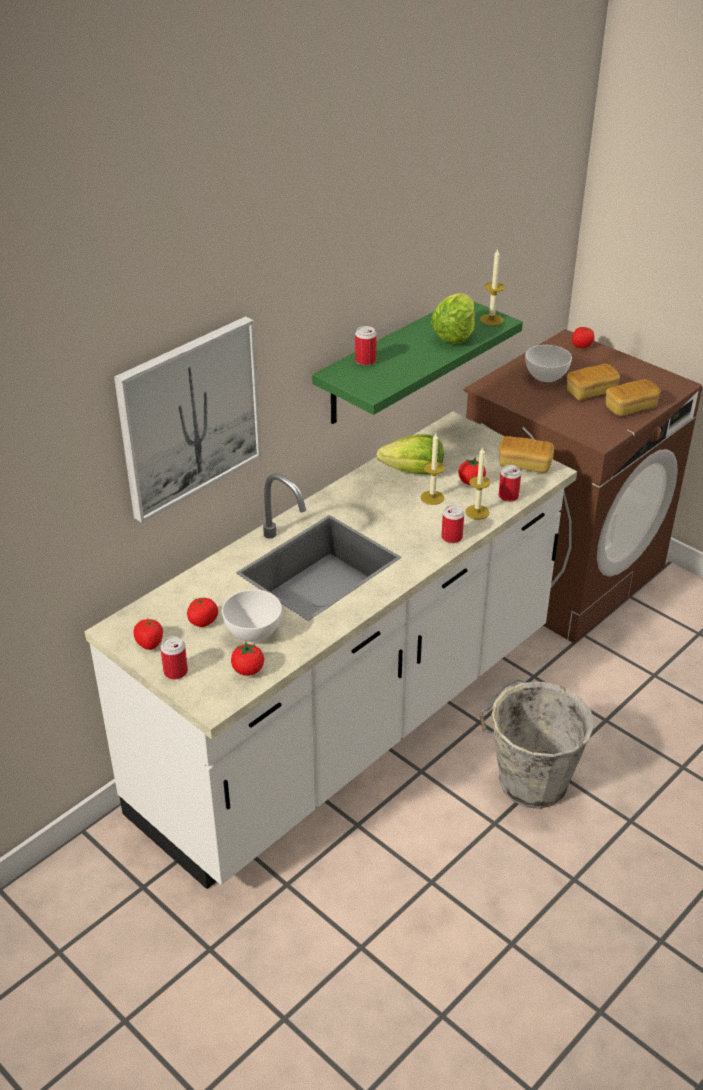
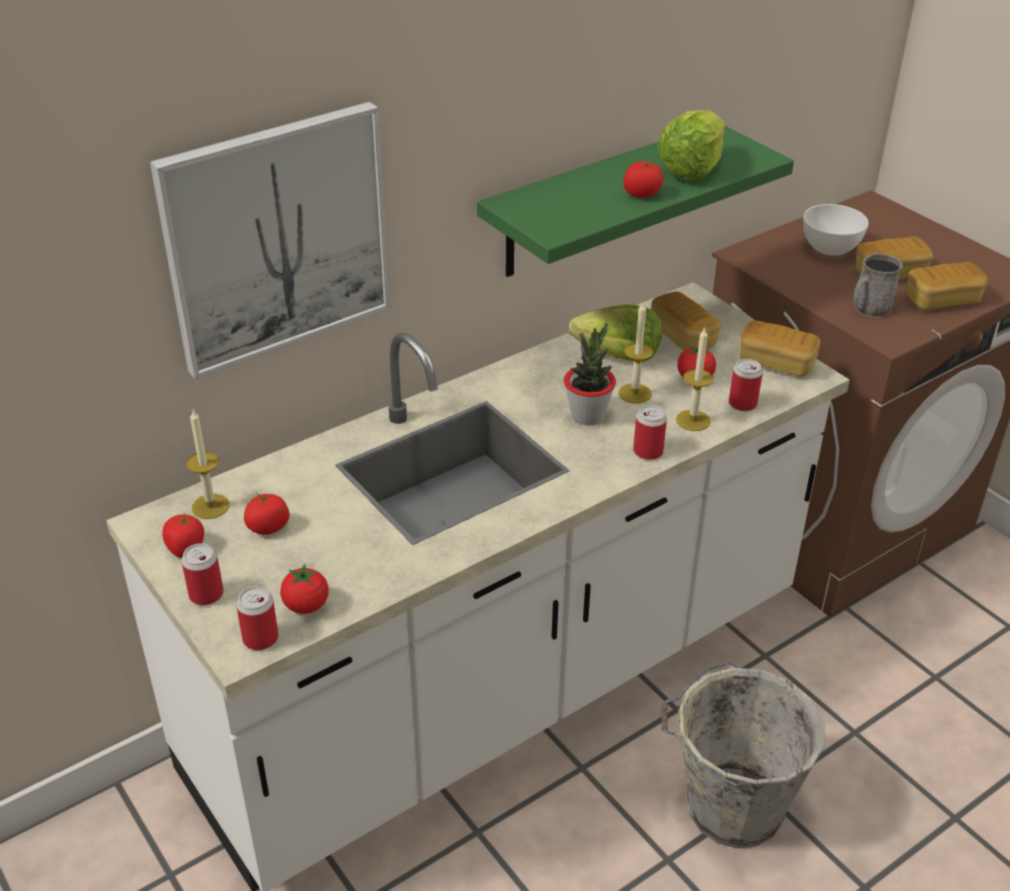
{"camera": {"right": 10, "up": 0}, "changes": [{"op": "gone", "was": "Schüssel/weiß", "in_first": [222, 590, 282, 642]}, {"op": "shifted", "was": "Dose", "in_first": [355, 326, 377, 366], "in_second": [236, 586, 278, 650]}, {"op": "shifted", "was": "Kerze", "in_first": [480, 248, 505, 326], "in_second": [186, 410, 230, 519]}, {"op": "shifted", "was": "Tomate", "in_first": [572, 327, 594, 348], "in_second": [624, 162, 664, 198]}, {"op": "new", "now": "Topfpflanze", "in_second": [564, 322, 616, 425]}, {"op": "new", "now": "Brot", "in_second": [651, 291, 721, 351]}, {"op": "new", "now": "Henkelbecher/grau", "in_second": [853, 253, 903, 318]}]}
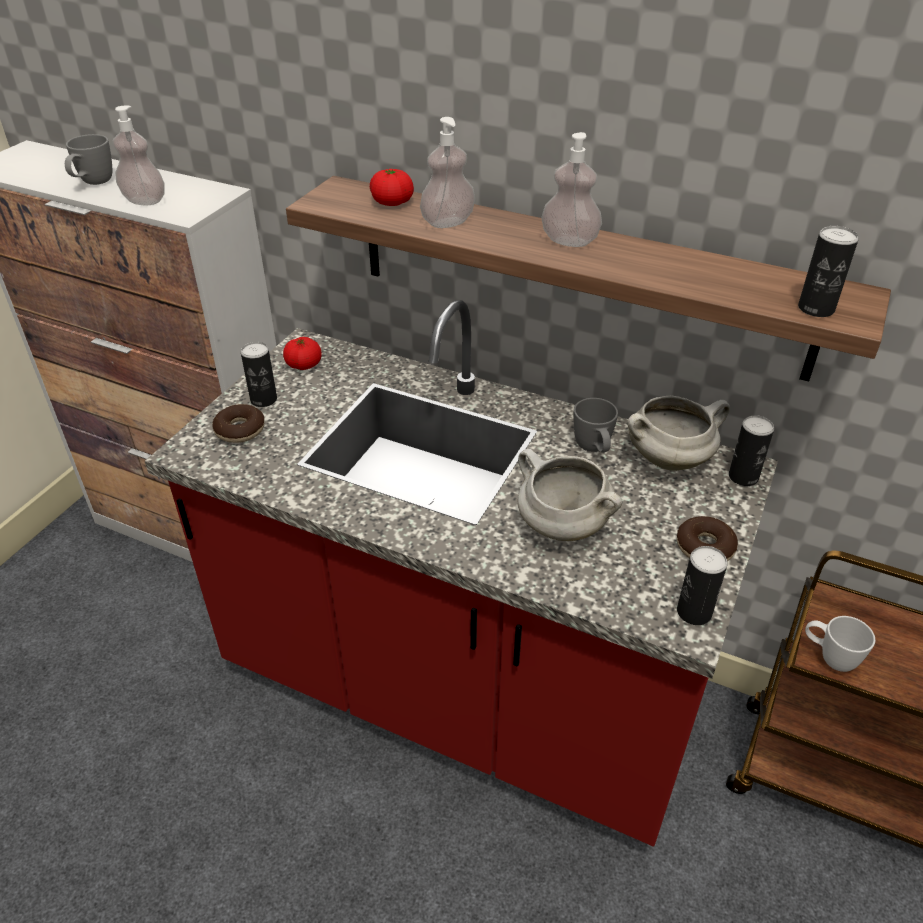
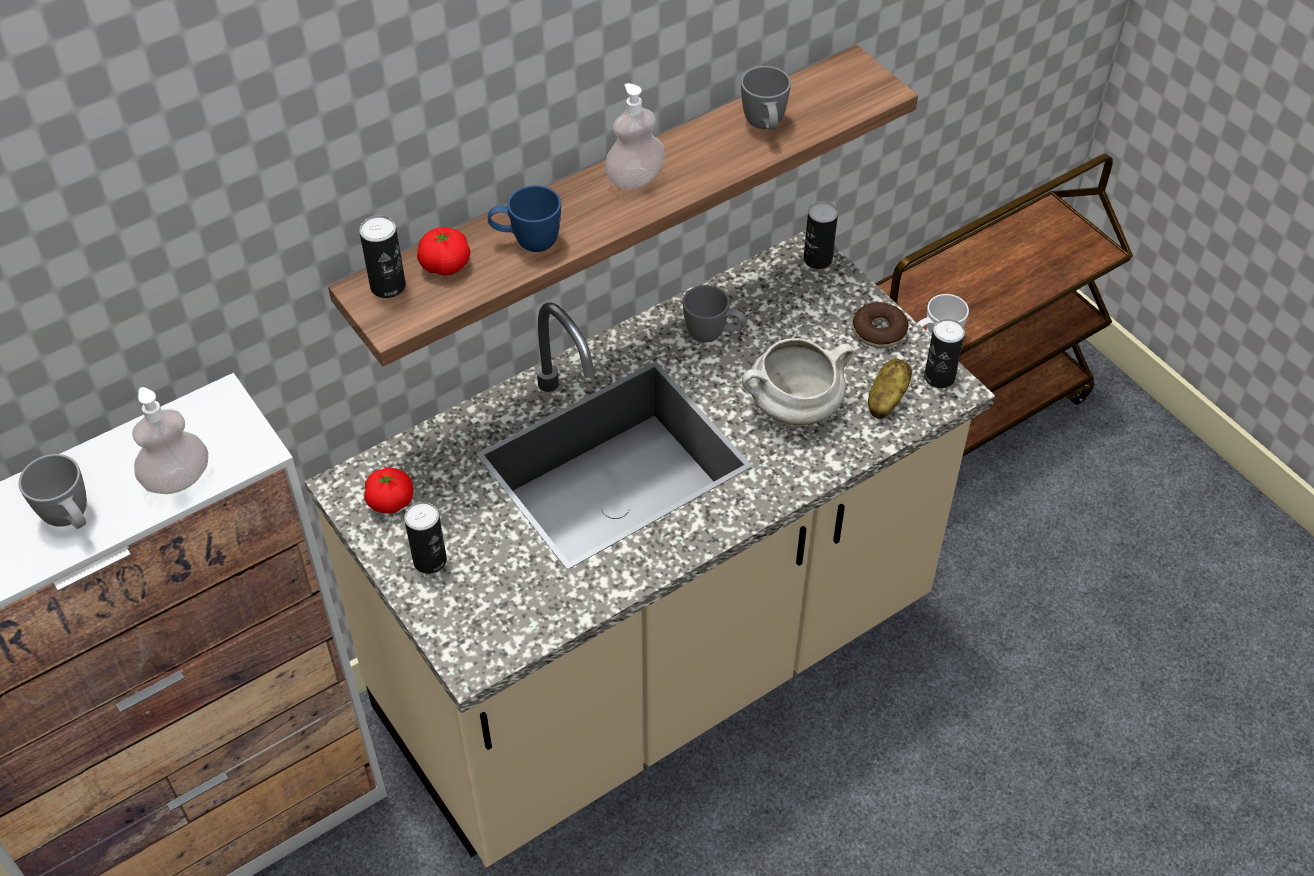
{"camera": {"right": -60, "up": 10}, "changes": [{"op": "repainted", "was": "Küchenzeile/rot", "now": "Küchenzeile/beige", "in_first": [145, 300, 778, 847], "in_second": [304, 230, 995, 867]}, {"op": "gone", "was": "Donut", "in_first": [212, 404, 265, 443]}, {"op": "swapped", "was": "Seifenspender", "now": "Henkelbecher/blau", "in_first": [420, 117, 475, 228], "in_second": [488, 185, 561, 252]}, {"op": "gone", "was": "Kochtopf/weiß", "in_first": [627, 396, 730, 471]}, {"op": "shifted", "was": "Dose", "in_first": [798, 226, 859, 317], "in_second": [359, 215, 406, 298]}, {"op": "new", "now": "Henkelbecher/grau", "in_second": [741, 66, 791, 130]}, {"op": "new", "now": "Kartoffel", "in_second": [868, 359, 912, 419]}]}
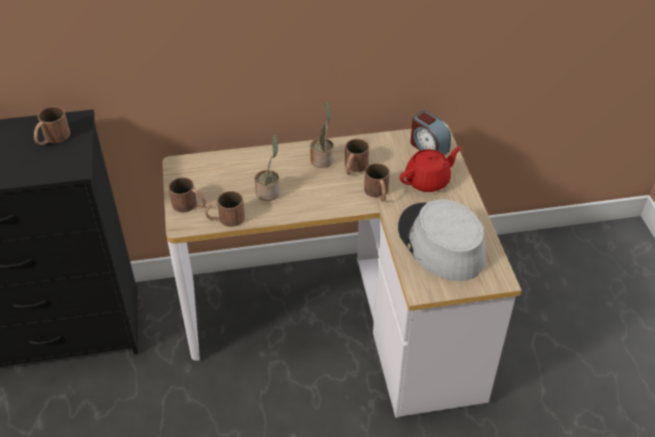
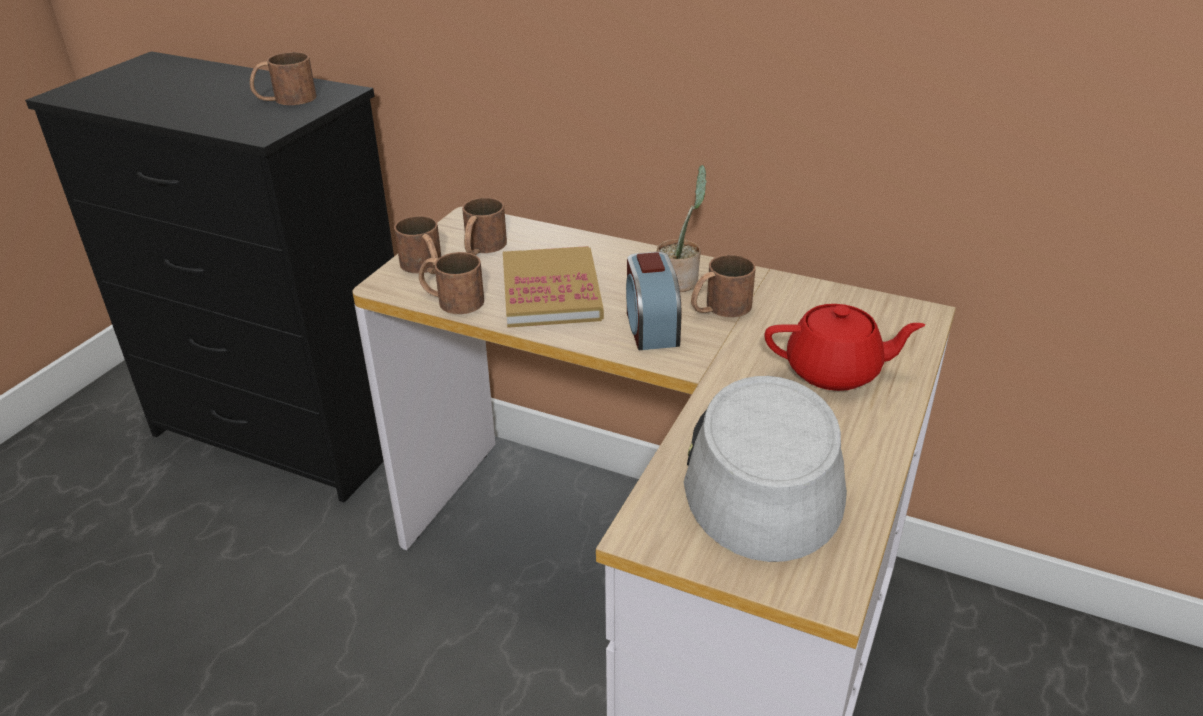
{"camera": {"right": 35, "up": -10}, "changes": [{"op": "swapped", "was": "Topfpflanze", "now": "Buch", "in_first": [255, 134, 279, 201], "in_second": [503, 246, 604, 328]}, {"op": "shifted", "was": "Henkelbecher/braun", "in_first": [364, 163, 390, 201], "in_second": [462, 198, 507, 255]}, {"op": "shifted", "was": "Wecker", "in_first": [410, 111, 451, 155], "in_second": [626, 252, 681, 350]}]}
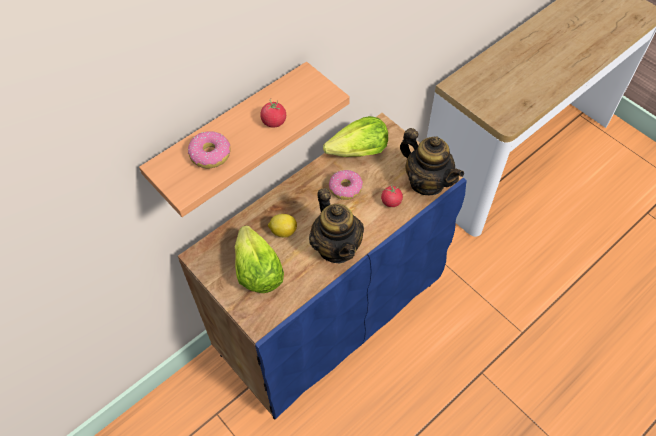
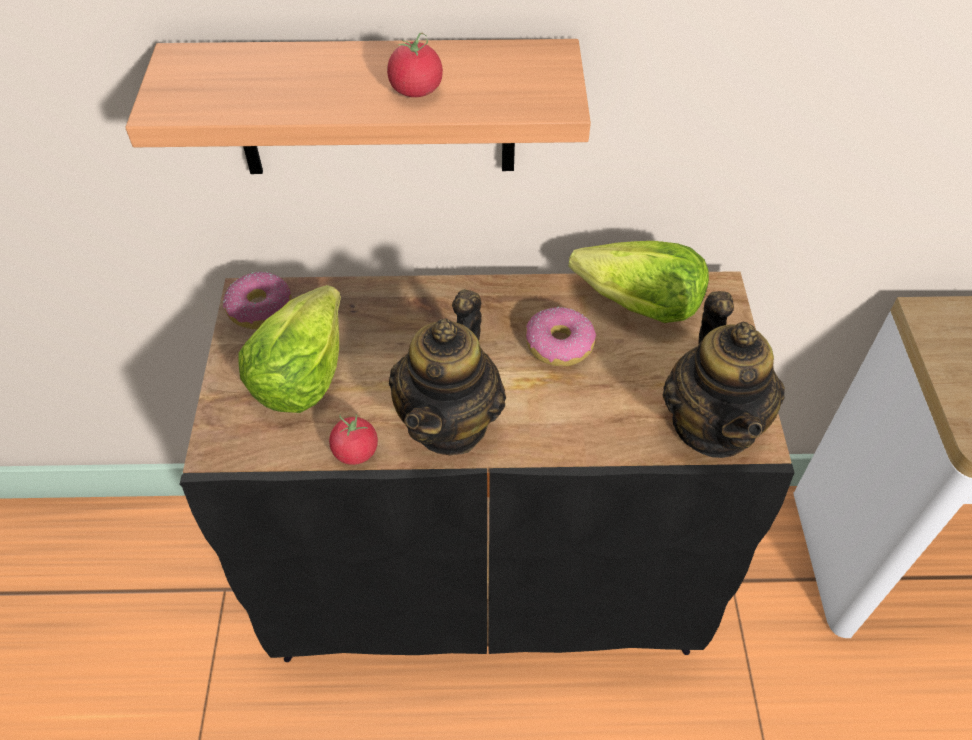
{"camera": {"right": 40, "up": -5}, "changes": [{"op": "repainted", "was": "Schrank/blau", "now": "Schrank/schwarz", "in_first": [178, 113, 467, 420], "in_second": [179, 271, 795, 662]}, {"op": "shifted", "was": "Donut", "in_first": [188, 131, 230, 168], "in_second": [223, 272, 291, 329]}, {"op": "gone", "was": "Zitrone", "in_first": [268, 214, 297, 237]}, {"op": "shifted", "was": "Tomate", "in_first": [381, 185, 403, 207], "in_second": [329, 414, 378, 465]}]}
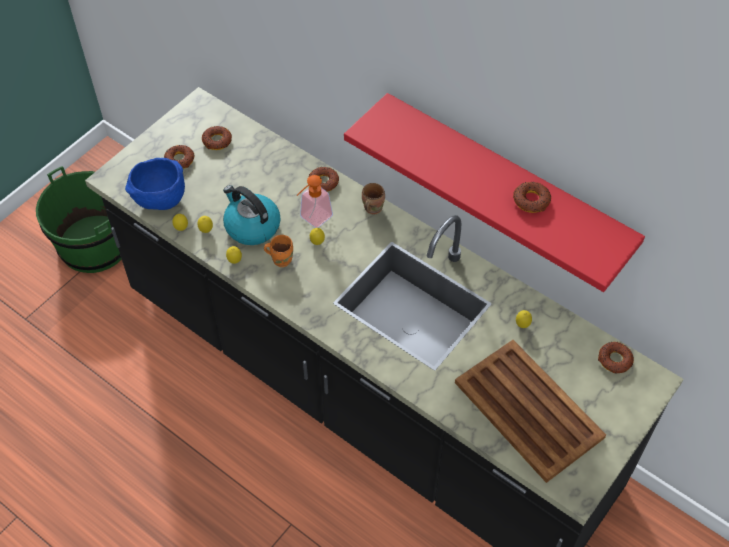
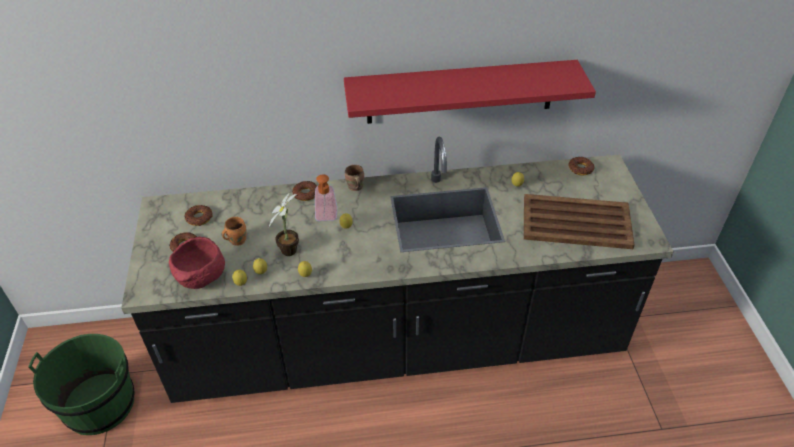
{"camera": {"right": -45, "up": -10}, "changes": [{"op": "repainted", "was": "Schüssel/blau", "now": "Schüssel/rot", "in_first": [125, 158, 185, 210], "in_second": [169, 237, 225, 289]}, {"op": "swapped", "was": "Wasserkessel", "now": "Topfpflanze", "in_first": [223, 185, 281, 245], "in_second": [269, 192, 299, 256]}, {"op": "shifted", "was": "Henkelbecher/orange", "in_first": [264, 235, 293, 267], "in_second": [222, 217, 246, 246]}, {"op": "gone", "was": "Donut", "in_first": [513, 182, 551, 213]}]}
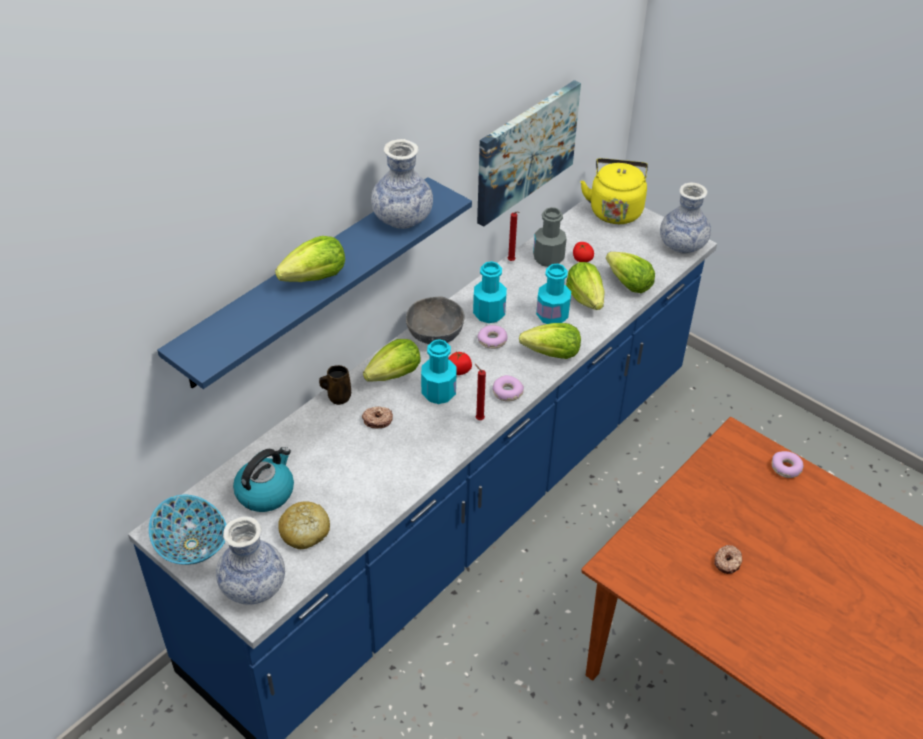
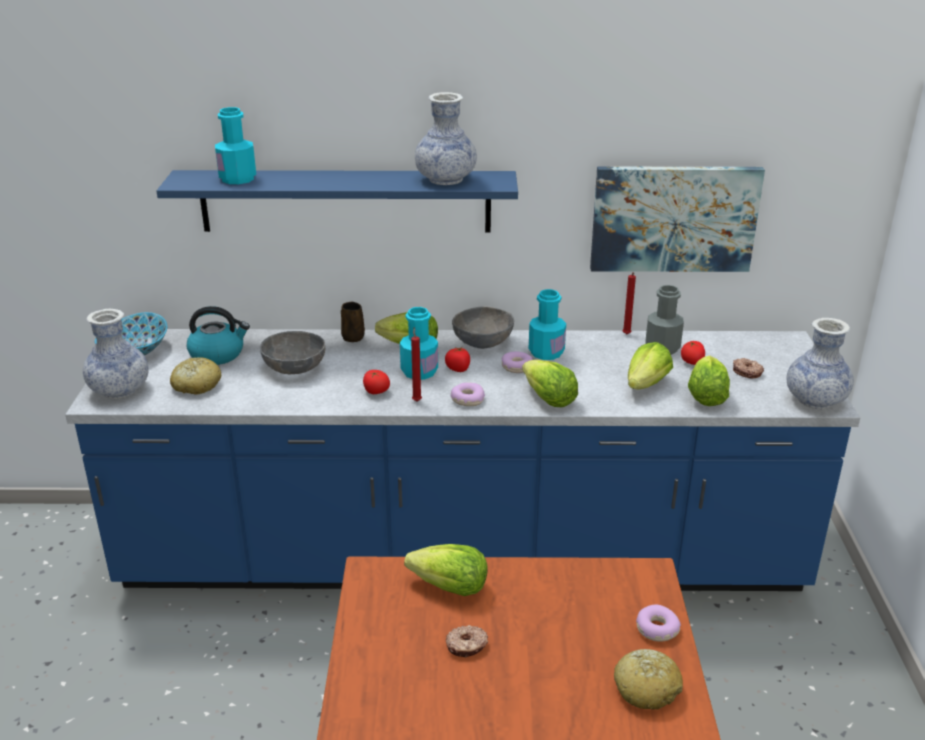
{"camera": {"right": 50, "up": -15}, "changes": [{"op": "shifted", "was": "Salatkopf", "in_first": [275, 236, 345, 282], "in_second": [404, 544, 488, 596]}, {"op": "shifted", "was": "Donut", "in_first": [362, 406, 393, 428], "in_second": [733, 358, 764, 378]}, {"op": "shifted", "was": "Flasche/türkis", "in_first": [536, 264, 571, 324], "in_second": [215, 107, 256, 184]}, {"op": "gone", "was": "Wasserkessel/gelb", "in_first": [580, 158, 648, 224]}, {"op": "new", "now": "Schüssel/grau", "in_second": [260, 331, 325, 374]}, {"op": "new", "now": "Tomate", "in_second": [363, 370, 390, 394]}, {"op": "new", "now": "Brot", "in_second": [614, 649, 683, 710]}]}
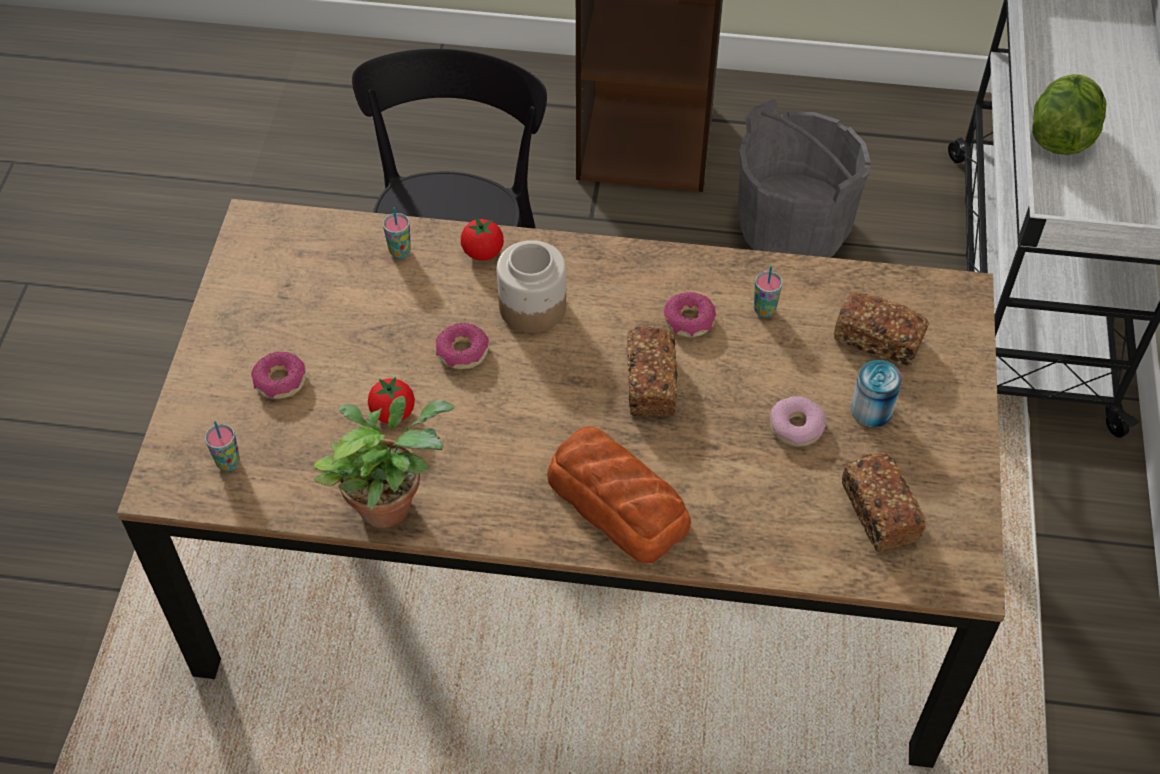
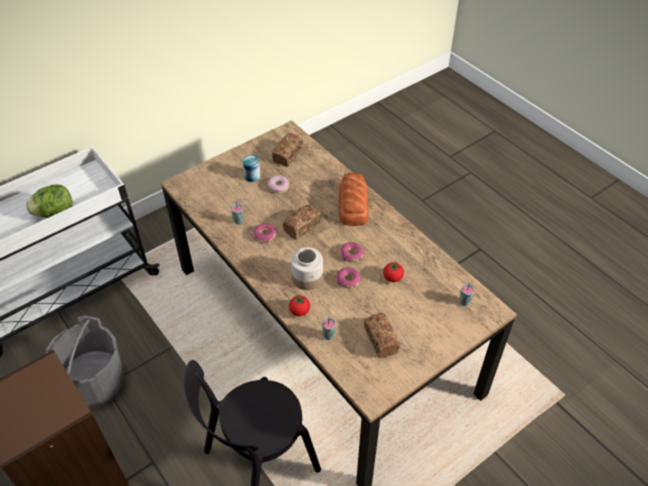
{"camera": {"right": -135, "up": -5}, "changes": [{"op": "shifted", "was": "Donut", "in_first": [251, 352, 306, 399], "in_second": [340, 242, 364, 262]}, {"op": "gone", "was": "Topfpflanze", "in_first": [313, 396, 456, 528]}, {"op": "shifted", "was": "Brot", "in_first": [834, 291, 929, 367], "in_second": [364, 313, 400, 358]}]}
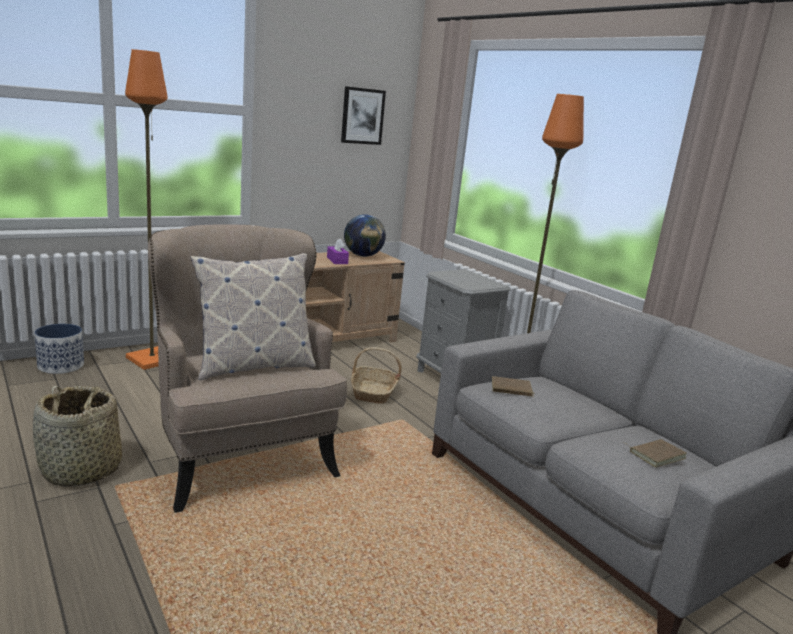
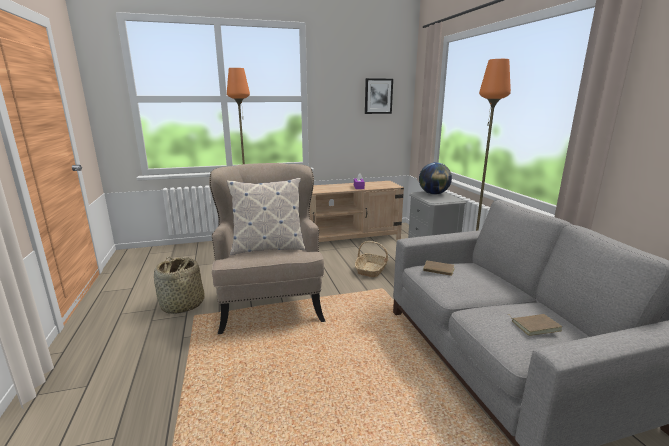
{"camera": {"right": 20, "up": 0}, "changes": [{"op": "gone", "was": "Pflanzkübel", "in_first": [34, 324, 84, 374]}, {"op": "shifted", "was": "Globus", "in_first": [344, 214, 386, 257], "in_second": [419, 162, 452, 195]}]}
